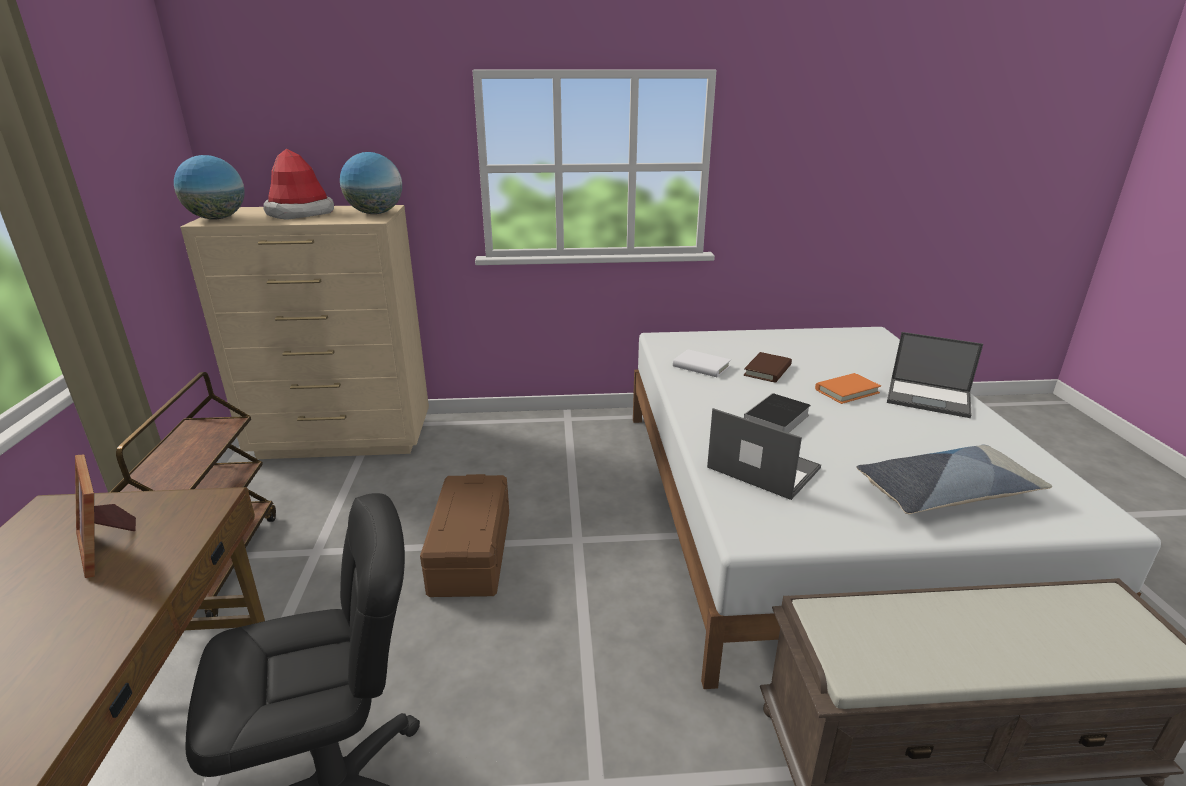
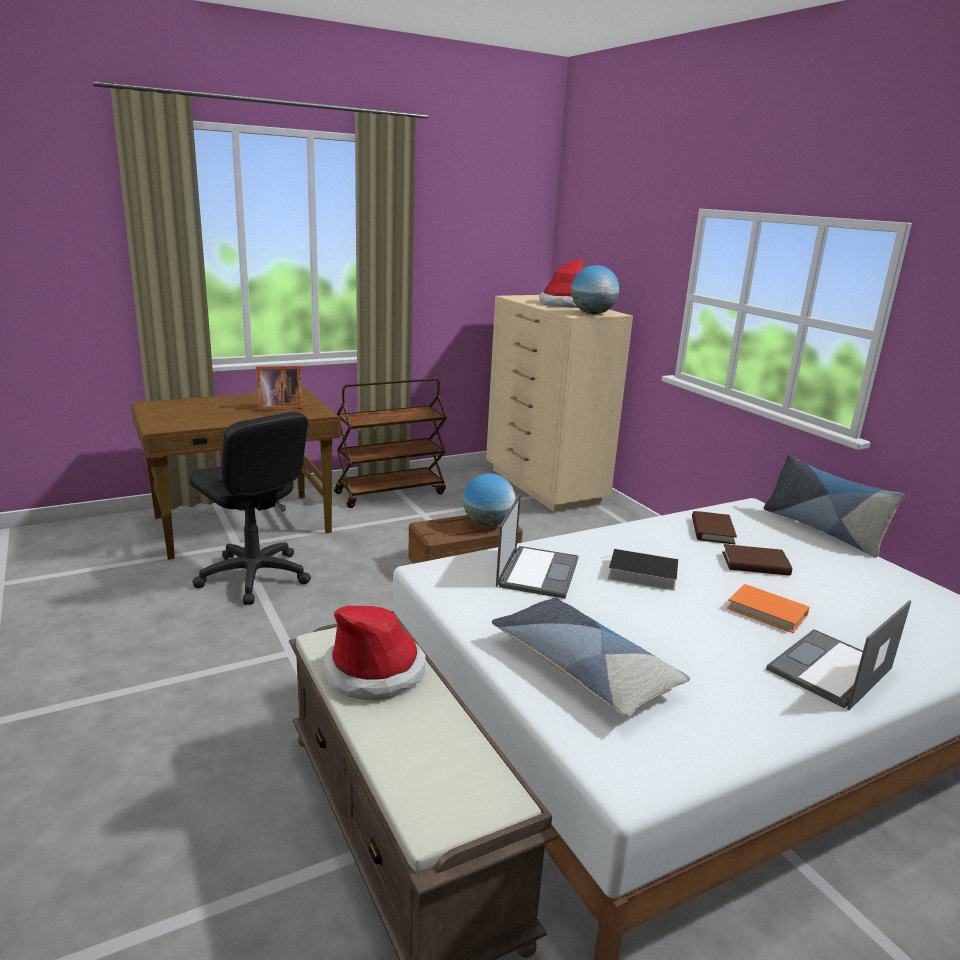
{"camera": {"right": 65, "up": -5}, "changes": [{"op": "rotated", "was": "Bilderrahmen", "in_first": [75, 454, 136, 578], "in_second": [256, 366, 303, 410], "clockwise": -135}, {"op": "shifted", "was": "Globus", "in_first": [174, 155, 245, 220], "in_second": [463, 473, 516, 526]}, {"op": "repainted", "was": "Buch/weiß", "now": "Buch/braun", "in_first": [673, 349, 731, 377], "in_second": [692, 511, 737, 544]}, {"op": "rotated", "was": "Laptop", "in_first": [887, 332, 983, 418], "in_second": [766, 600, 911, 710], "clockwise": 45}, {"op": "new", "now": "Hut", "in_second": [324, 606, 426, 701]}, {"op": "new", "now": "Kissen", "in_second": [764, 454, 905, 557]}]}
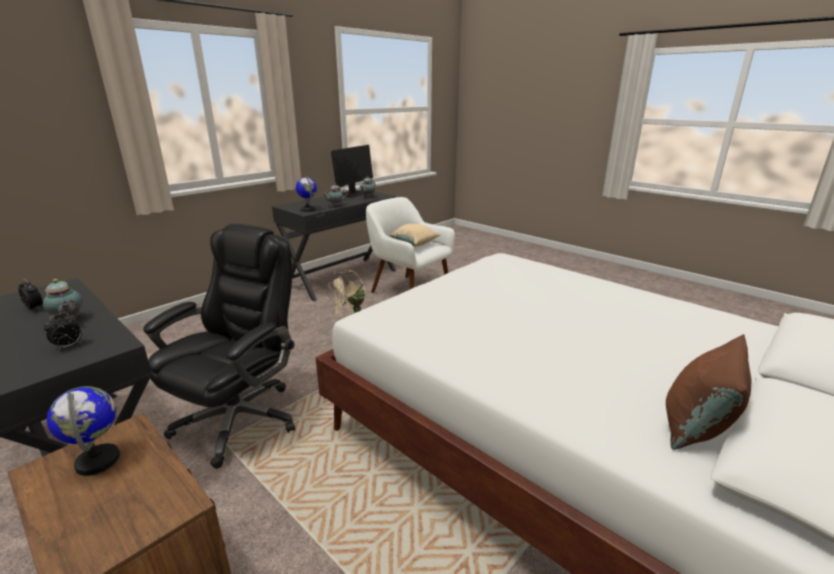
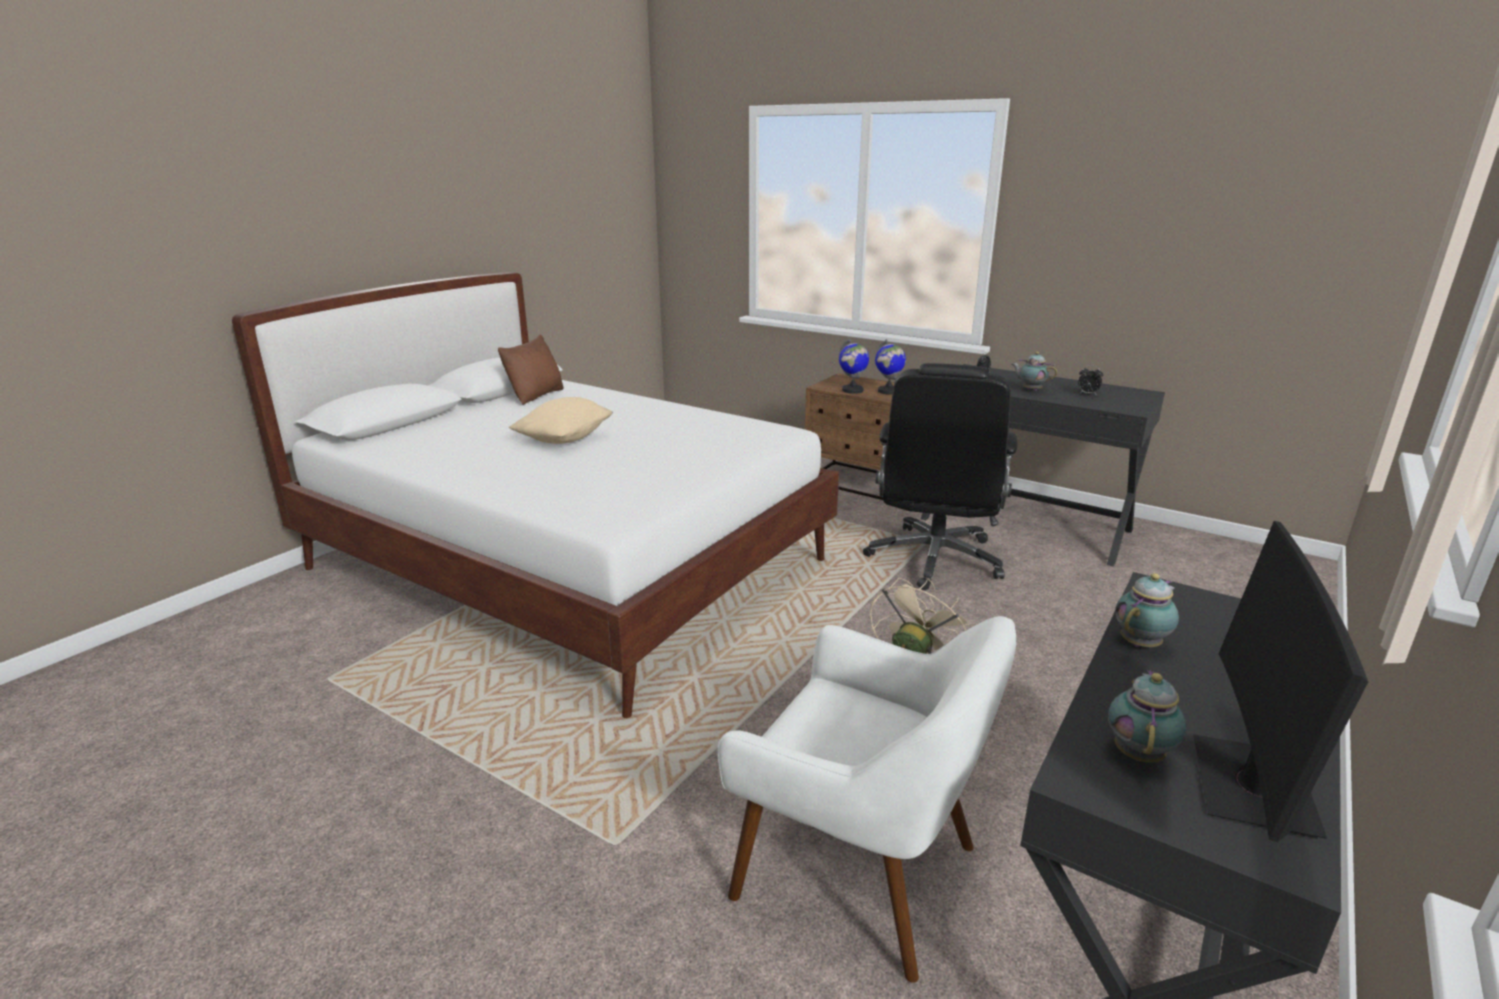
{"camera": {"right": 170, "up": 0}, "changes": [{"op": "shifted", "was": "Globus", "in_first": [296, 176, 317, 212], "in_second": [839, 339, 869, 394]}, {"op": "shifted", "was": "Kissen/beige", "in_first": [389, 224, 441, 247], "in_second": [509, 397, 613, 444]}]}
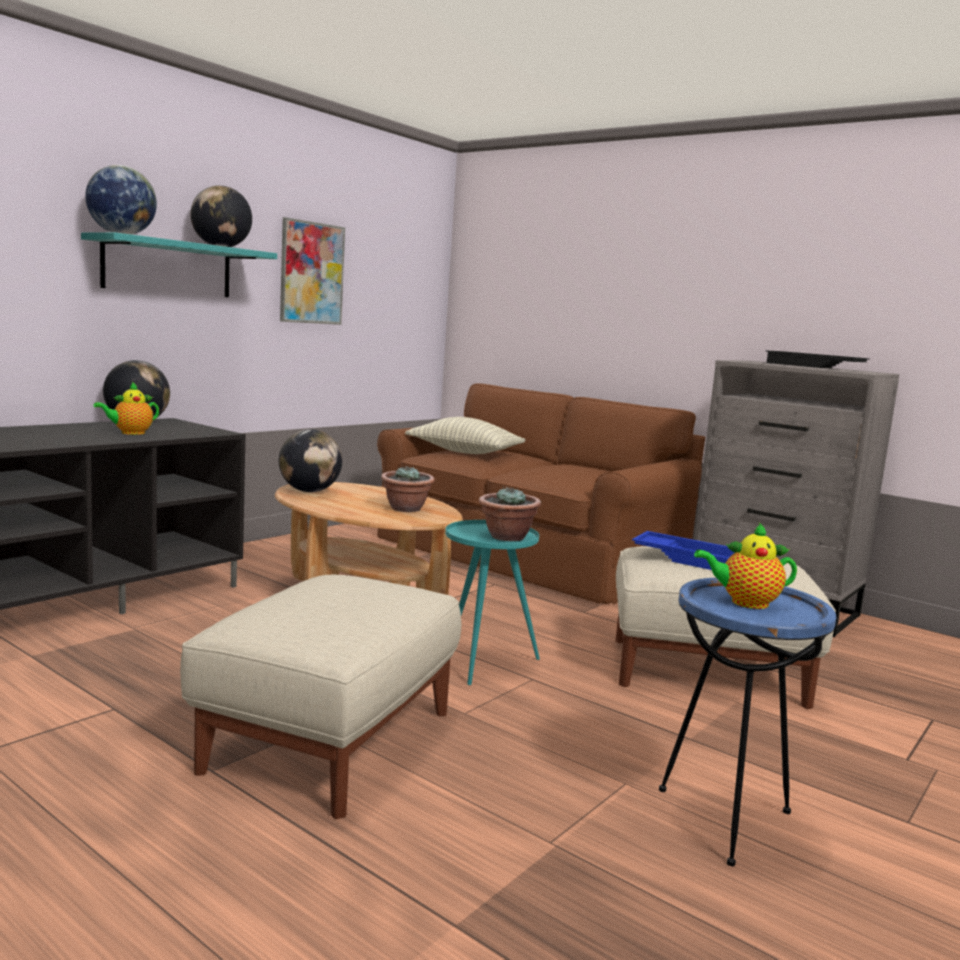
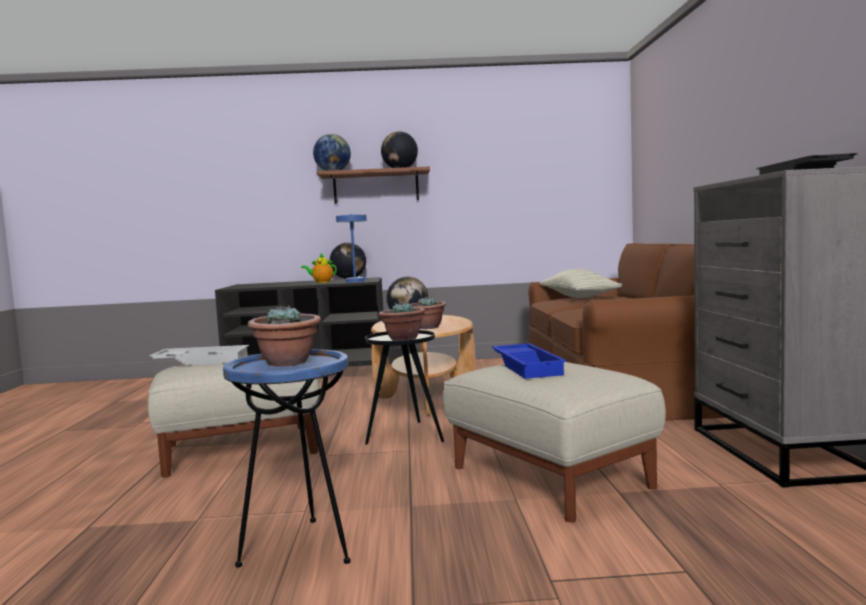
{"camera": {"right": 50, "up": -5}, "changes": [{"op": "repainted", "was": "Wandregal/türkis", "now": "Wandregal/braun", "in_first": [81, 232, 277, 297], "in_second": [317, 166, 430, 204]}, {"op": "gone", "was": "Bild", "in_first": [280, 217, 345, 325]}, {"op": "repainted", "was": "Beistelltisch/türkis", "now": "Beistelltisch/schwarz", "in_first": [445, 520, 540, 685], "in_second": [365, 330, 444, 445]}, {"op": "swapped", "was": "Teekanne", "now": "Topfpflanze", "in_first": [694, 523, 797, 609], "in_second": [248, 306, 321, 367]}, {"op": "new", "now": "Tablett/weiß", "in_second": [150, 345, 249, 365]}, {"op": "new", "now": "Tischlampe/blau", "in_second": [336, 214, 368, 282]}]}
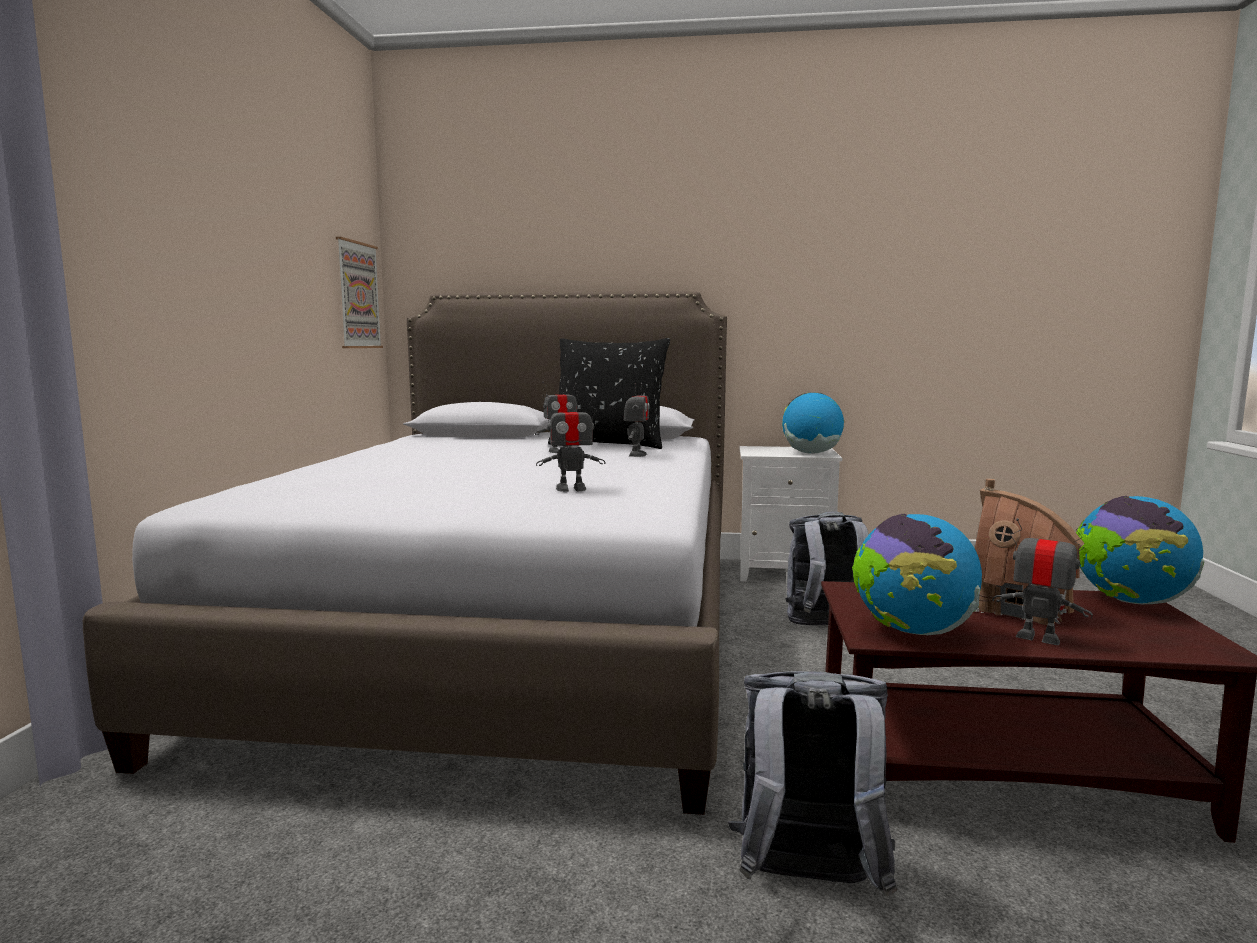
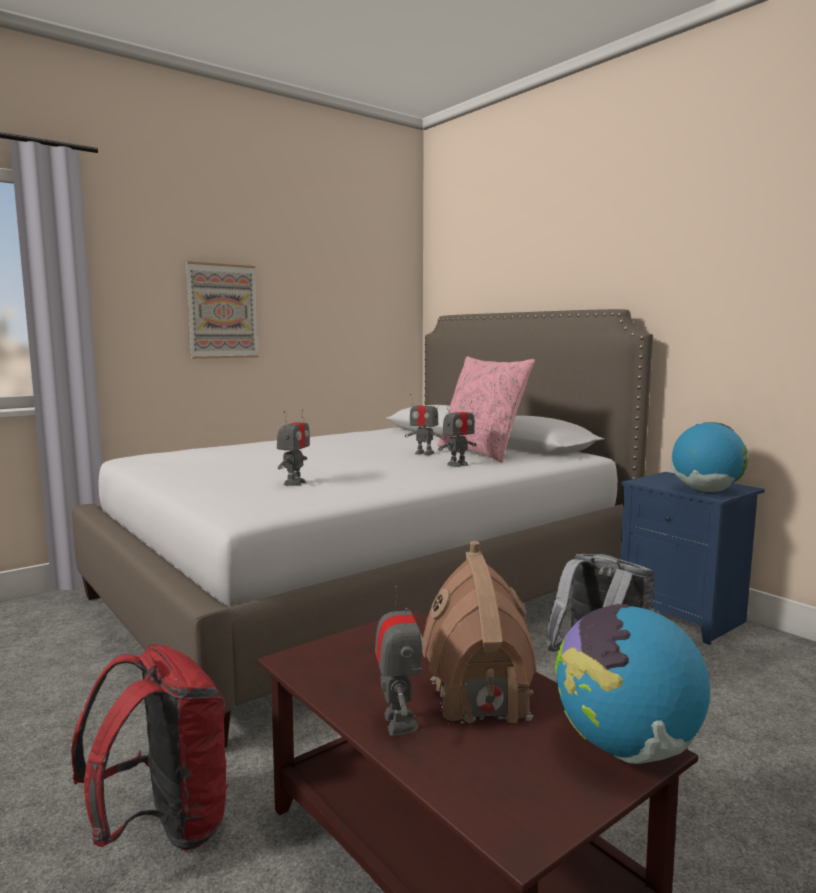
{"camera": {"right": 45, "up": 0}, "changes": [{"op": "shifted", "was": "Bild", "in_first": [336, 237, 383, 348], "in_second": [186, 261, 259, 359]}, {"op": "rotated", "was": "Spielzeugroboter", "in_first": [536, 394, 606, 492], "in_second": [277, 409, 310, 486], "clockwise": -105}, {"op": "repainted", "was": "Kissen/schwarz", "now": "Kissen/rosa", "in_first": [548, 338, 670, 449], "in_second": [438, 356, 535, 463]}, {"op": "repainted", "was": "Rucksack/grau", "now": "Rucksack/rot", "in_first": [728, 671, 898, 896], "in_second": [71, 645, 229, 850]}, {"op": "repainted", "was": "Nachttisch/weiß", "now": "Nachttisch/blau", "in_first": [739, 446, 842, 581], "in_second": [620, 472, 765, 645]}, {"op": "gone", "was": "Globus", "in_first": [852, 513, 982, 635]}]}
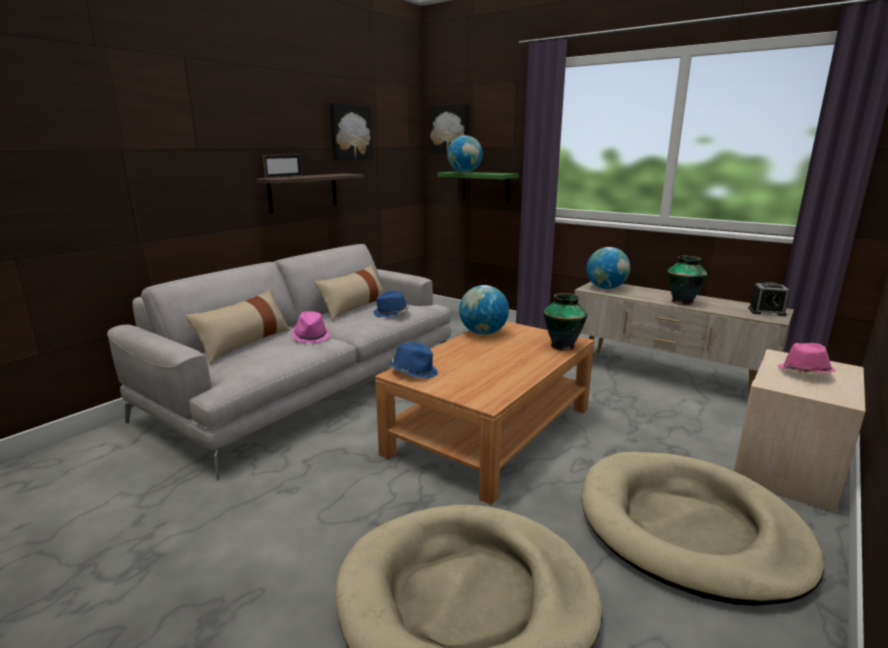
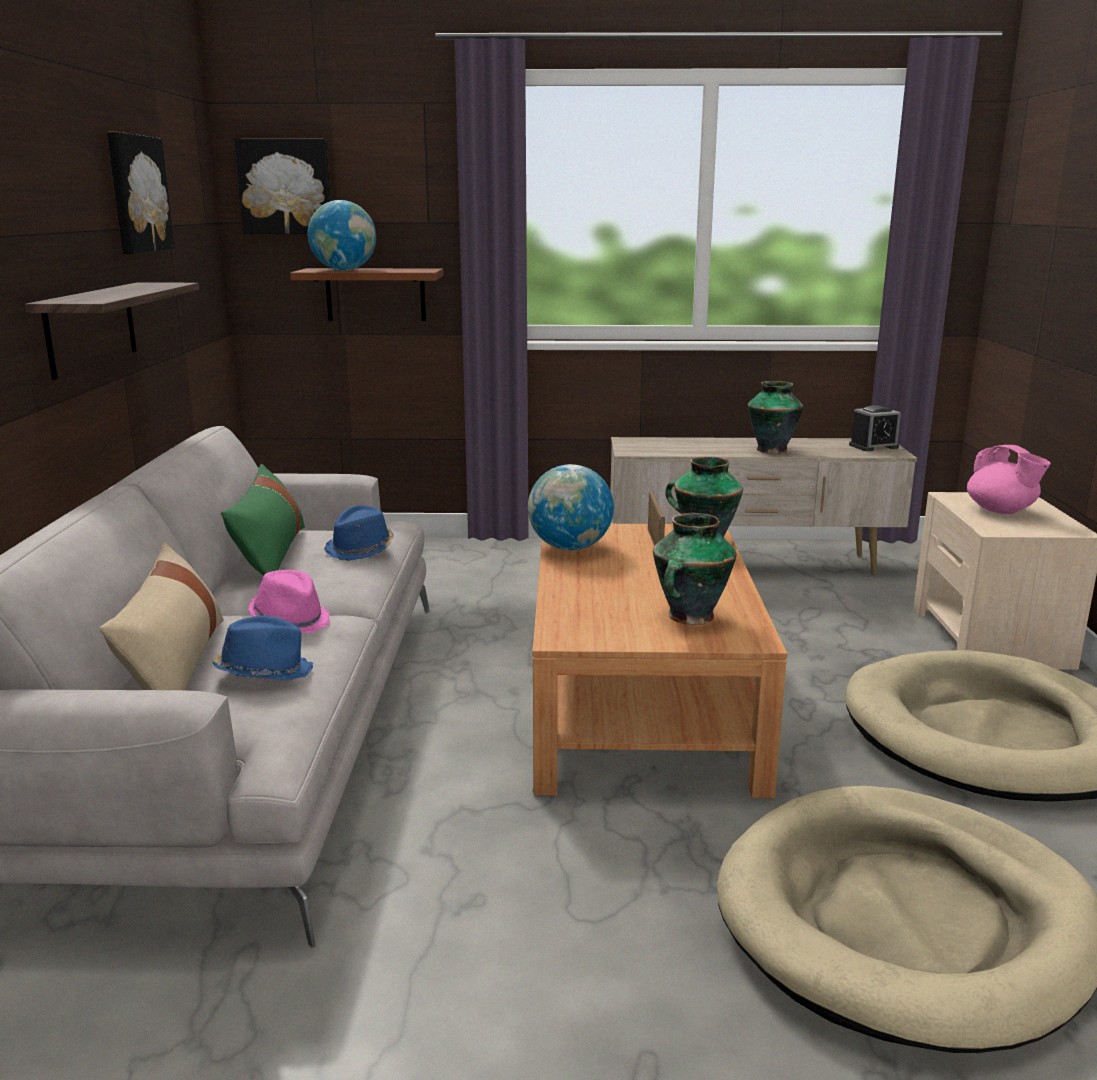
{"camera": {"right": -35, "up": 0}, "changes": [{"op": "shifted", "was": "Bilderrahmen", "in_first": [263, 154, 302, 178], "in_second": [648, 491, 665, 546]}, {"op": "repainted", "was": "Kissen/beige", "now": "Kissen/grün", "in_first": [314, 264, 384, 321], "in_second": [221, 464, 305, 576]}, {"op": "shifted", "was": "Hut/blau", "in_first": [389, 342, 438, 379], "in_second": [212, 616, 314, 680]}, {"op": "repainted", "was": "Wandregal/grün", "now": "Wandregal/braun", "in_first": [437, 171, 519, 202], "in_second": [290, 268, 444, 321]}, {"op": "gone", "was": "Globus", "in_first": [586, 247, 630, 289]}, {"op": "swapped", "was": "Hut/rosa", "now": "Teekanne/rosa", "in_first": [777, 343, 836, 374], "in_second": [967, 445, 1051, 514]}, {"op": "new", "now": "Vase", "in_second": [653, 513, 737, 625]}]}
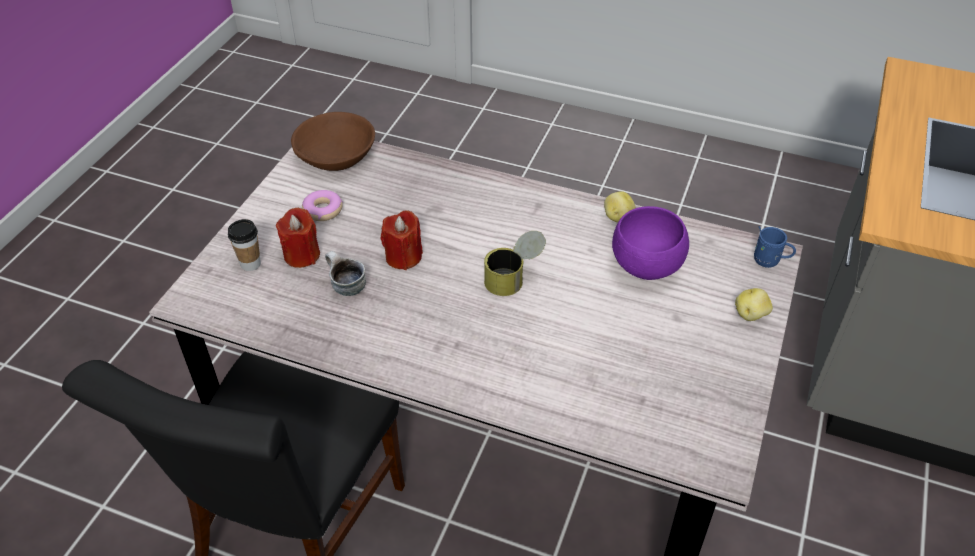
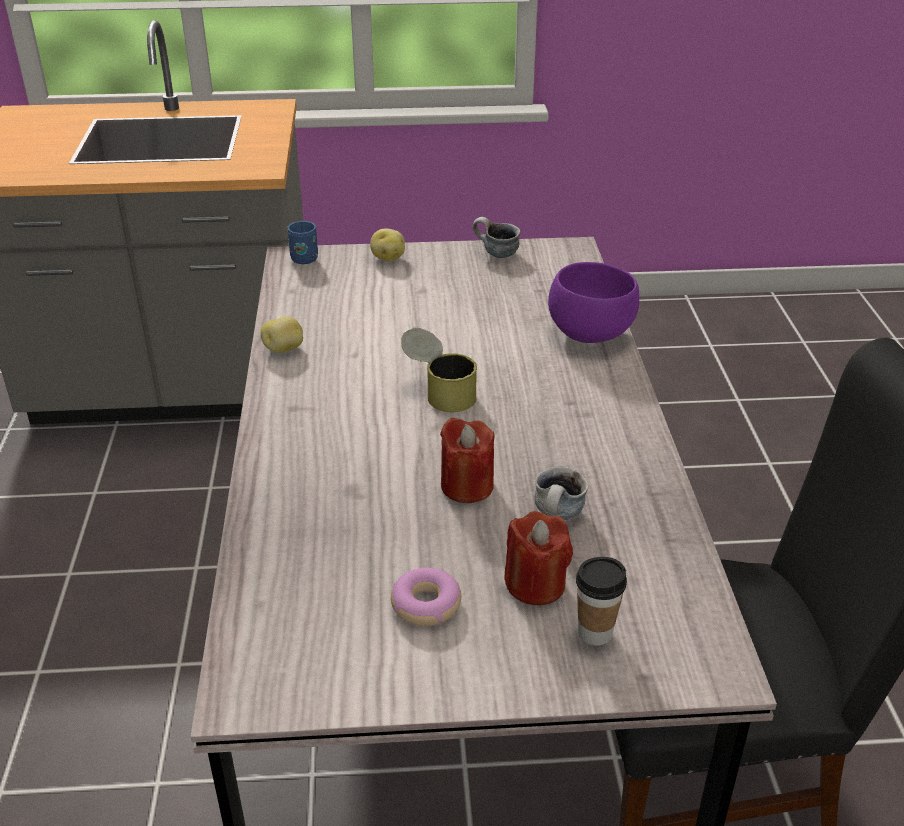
{"camera": {"right": -115, "up": -10}, "changes": [{"op": "gone", "was": "Schüssel/braun", "in_first": [291, 112, 375, 171]}, {"op": "shifted", "was": "Schüssel/lila", "in_first": [612, 206, 689, 280], "in_second": [548, 262, 639, 343]}, {"op": "new", "now": "Henkelbecher", "in_second": [472, 217, 520, 258]}]}
